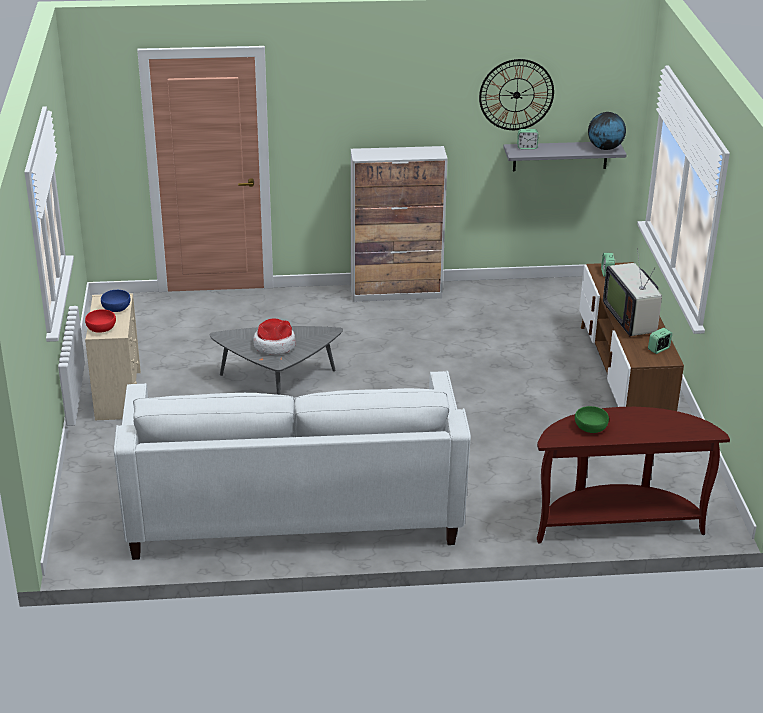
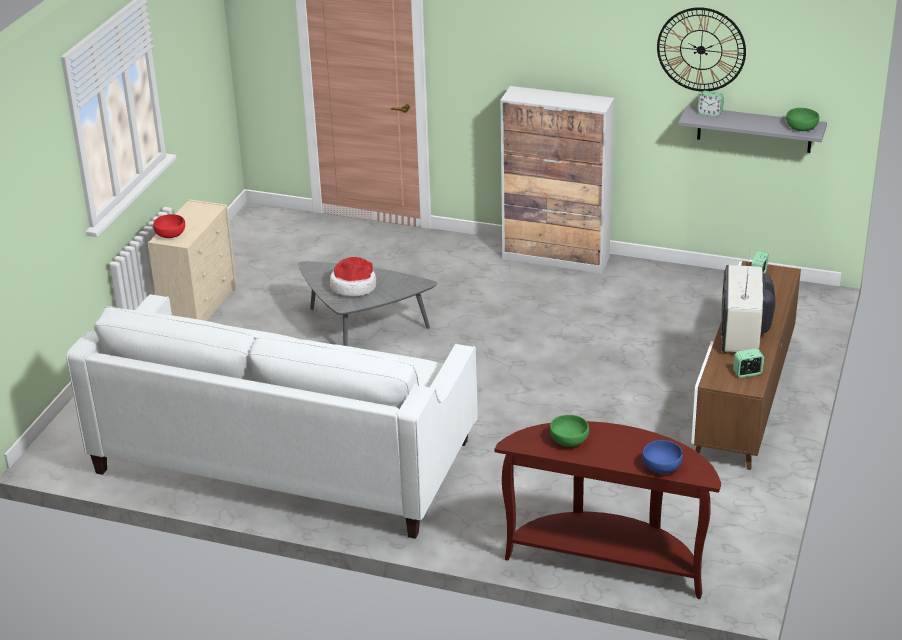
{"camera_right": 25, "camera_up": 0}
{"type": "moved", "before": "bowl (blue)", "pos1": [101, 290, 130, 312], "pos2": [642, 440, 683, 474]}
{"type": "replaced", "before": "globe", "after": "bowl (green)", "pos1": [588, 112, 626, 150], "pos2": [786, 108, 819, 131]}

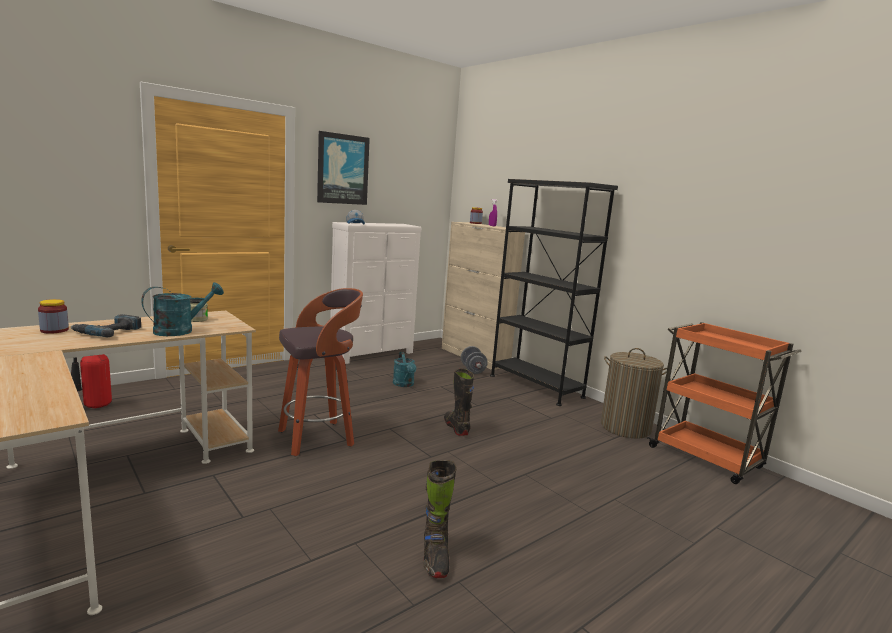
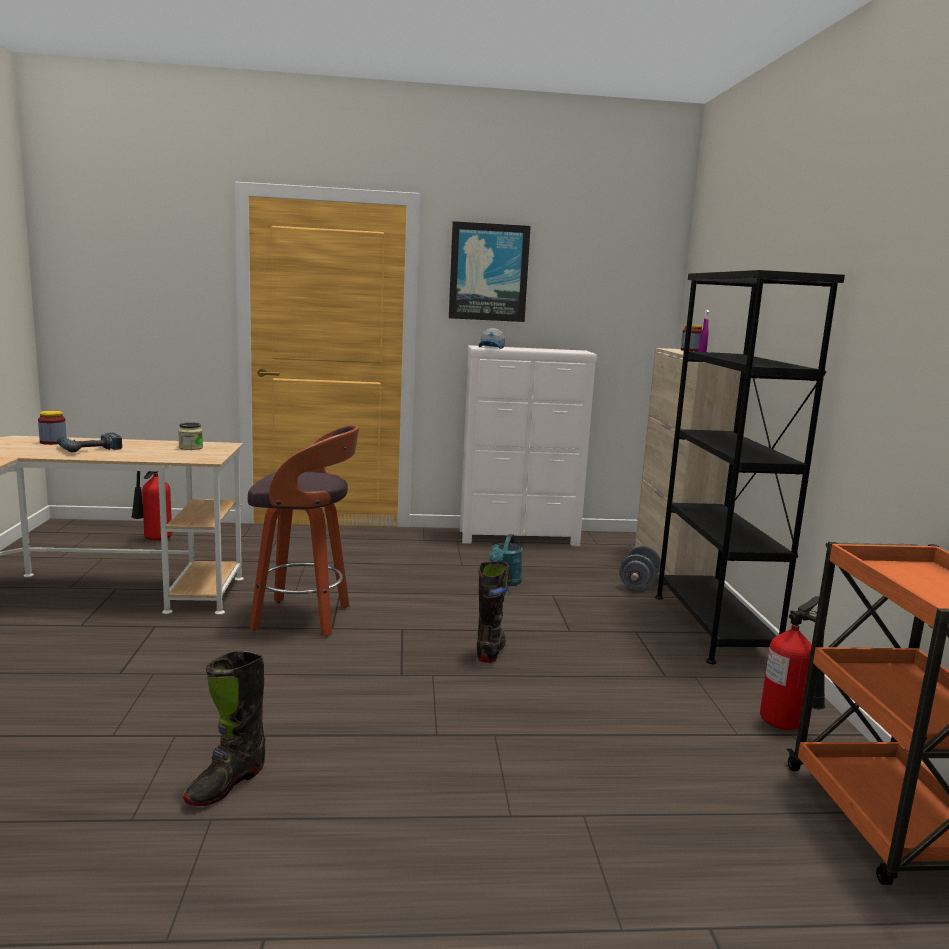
{"camera_right": 35, "camera_up": 0}
{"type": "removed", "before": "watering can (turquoise)", "pos1": [141, 282, 224, 336]}
{"type": "replaced", "before": "laundry basket", "after": "fire extinguisher", "pos1": [601, 348, 667, 439], "pos2": [760, 596, 825, 730]}

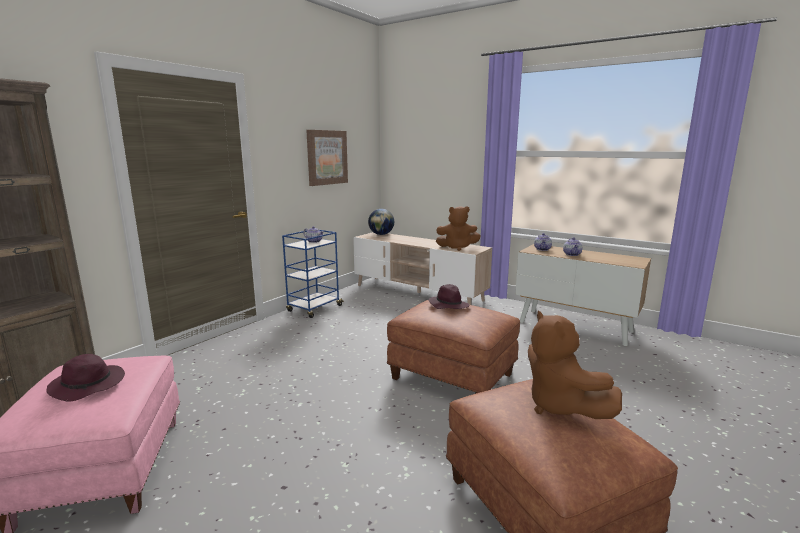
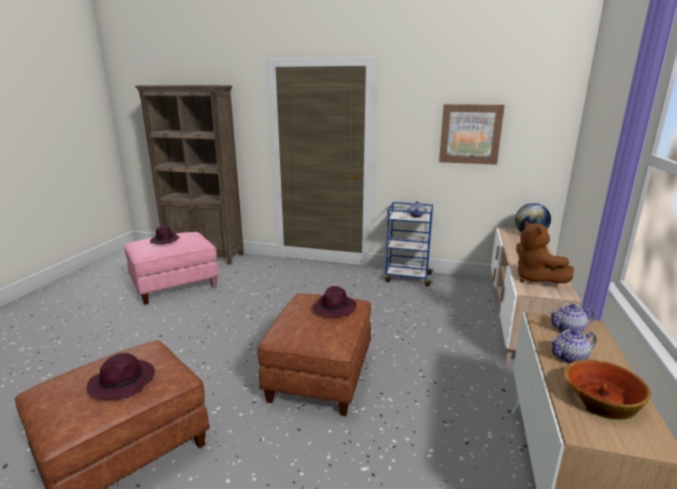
{"camera_right": 70, "camera_up": 5}
{"type": "added", "after": "bowl", "pos2": [564, 359, 651, 421]}
{"type": "replaced", "before": "plush toy (brown)", "after": "hat (purple)", "pos1": [528, 311, 622, 419], "pos2": [87, 353, 155, 400]}

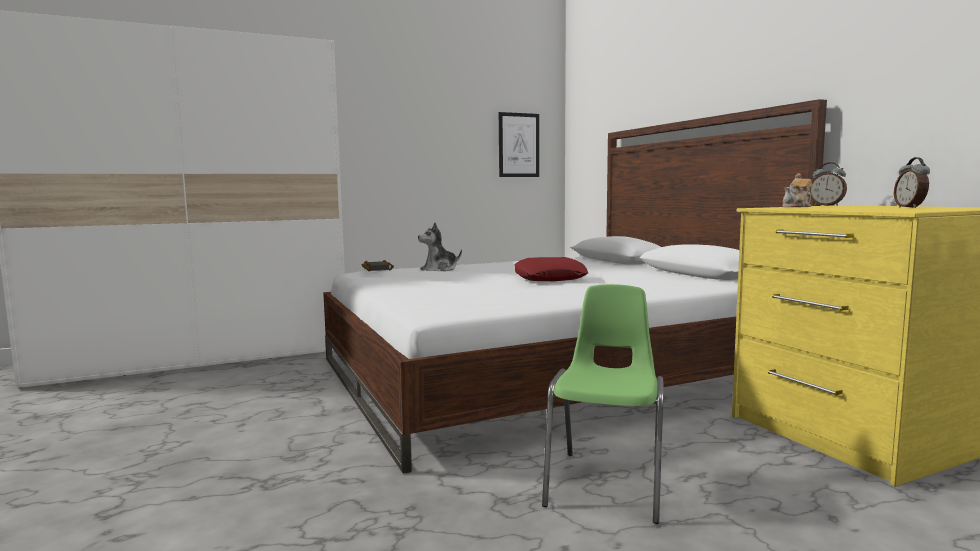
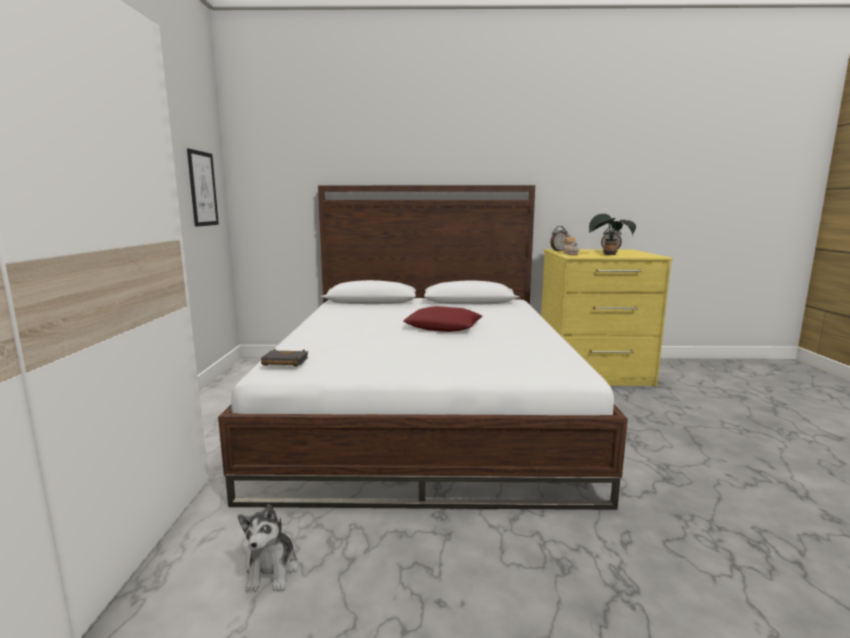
{"camera_right": -65, "camera_up": 5}
{"type": "removed", "before": "chair (green)", "pos1": [542, 284, 664, 524]}
{"type": "added", "after": "potted plant", "pos2": [589, 214, 636, 255]}
{"type": "moved", "before": "plush toy", "pos1": [418, 222, 462, 271], "pos2": [238, 504, 298, 592]}

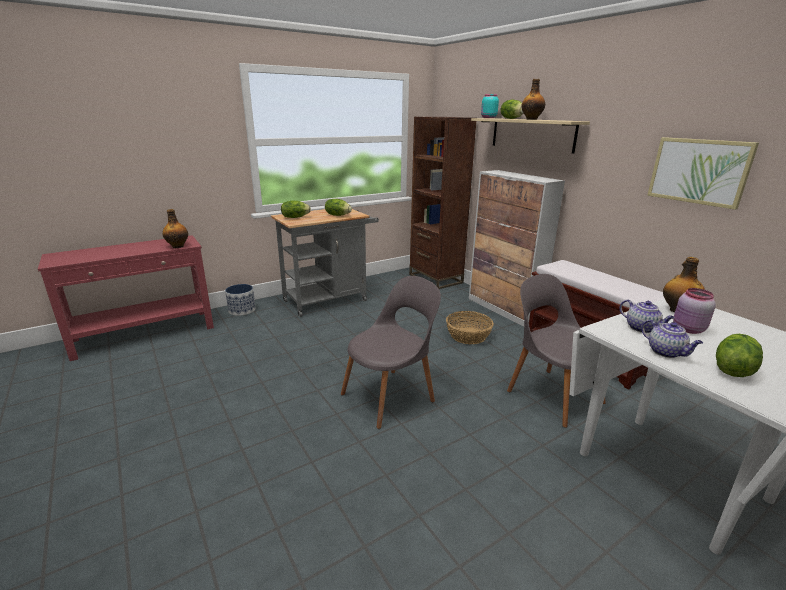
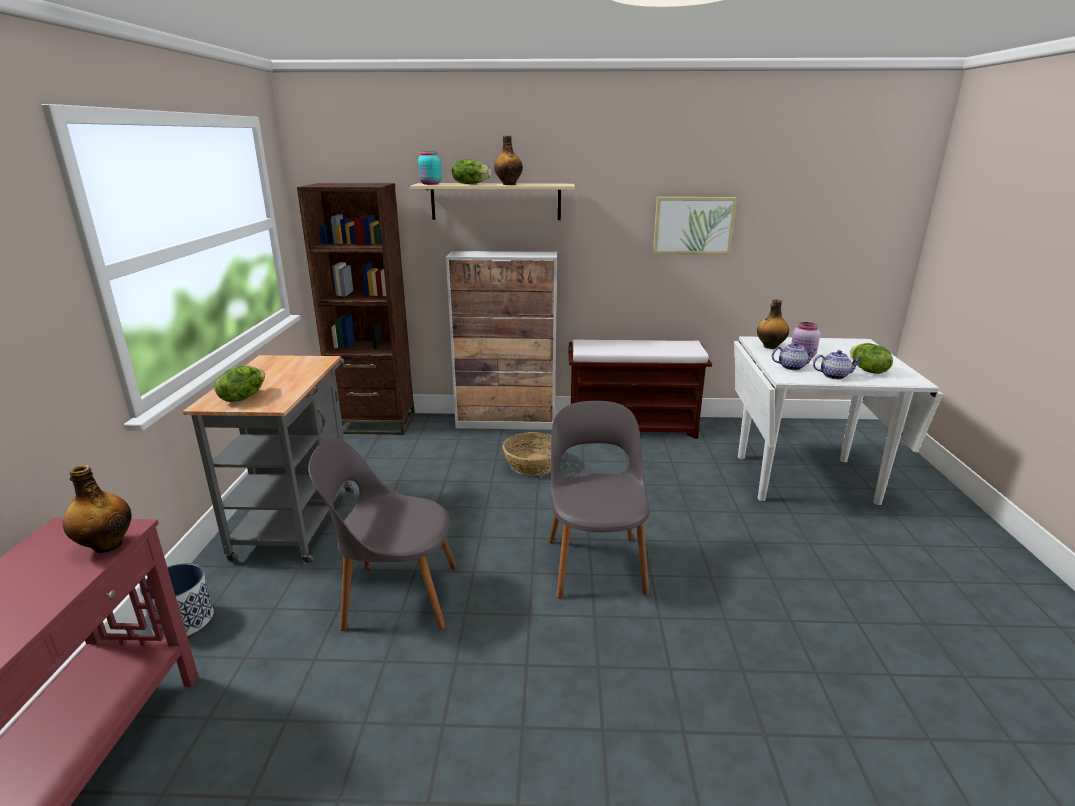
{"camera_right": -55, "camera_up": 0}
{"type": "removed", "before": "lettuce", "pos1": [325, 199, 352, 216]}
{"type": "moved", "before": "chair (grey)", "pos1": [507, 274, 605, 428], "pos2": [308, 438, 457, 631]}

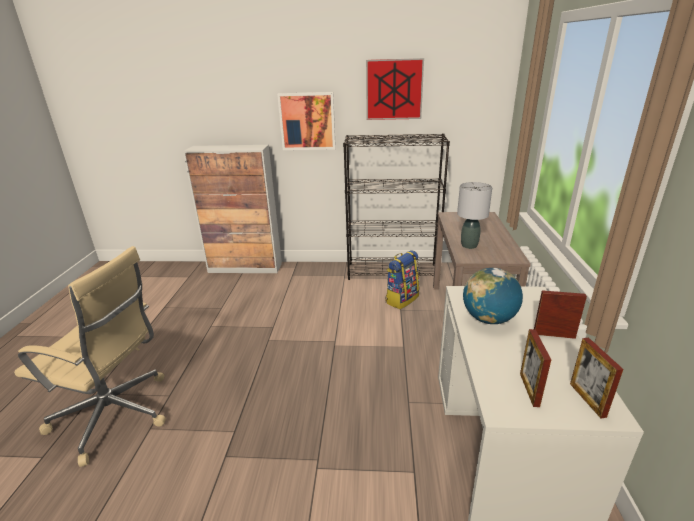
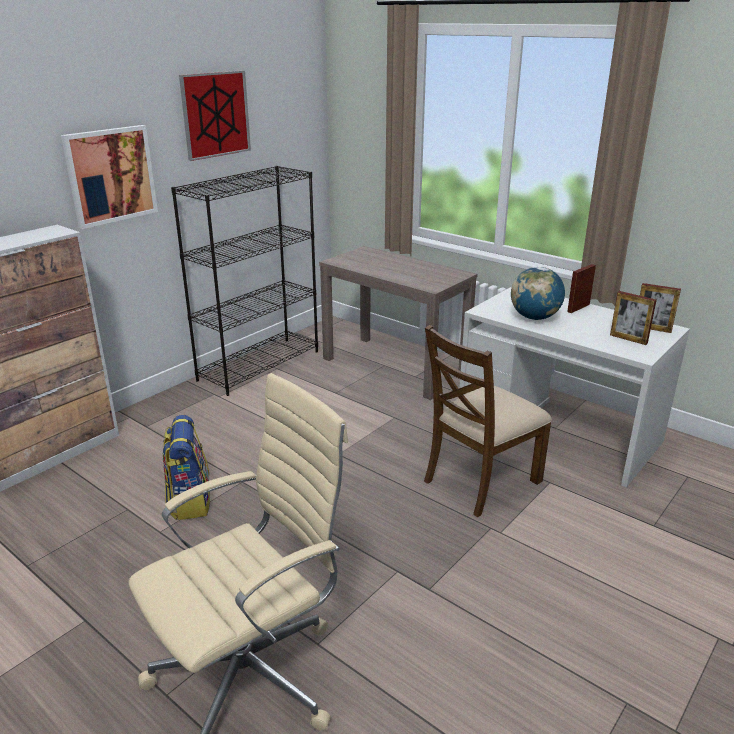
{"camera_right": -55, "camera_up": 0}
{"type": "removed", "before": "table lamp (grey)", "pos1": [457, 182, 492, 249]}
{"type": "added", "after": "chair (brown)", "pos2": [424, 325, 552, 517]}
{"type": "moved", "before": "backpack", "pos1": [385, 250, 420, 309], "pos2": [162, 415, 210, 520]}

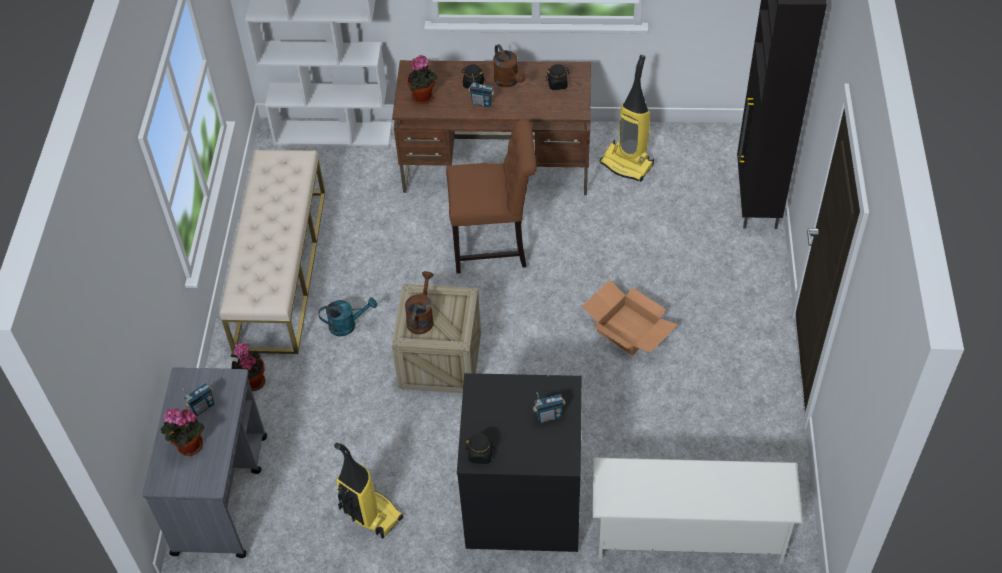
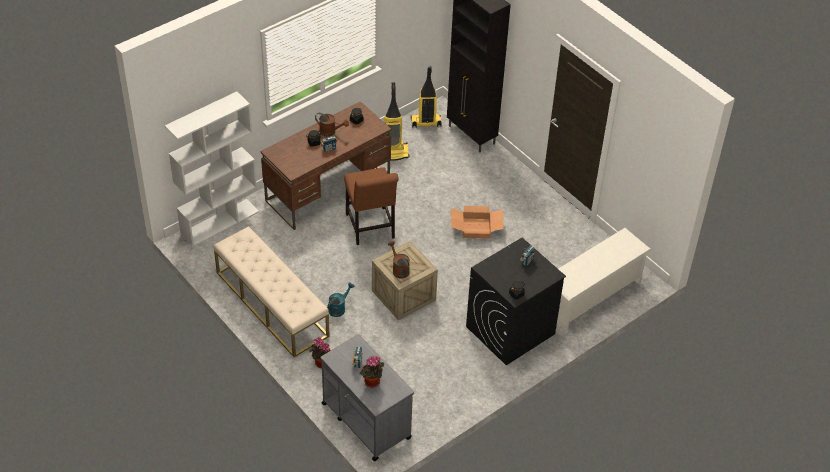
{"camera_right": -45, "camera_up": -5}
{"type": "removed", "before": "potted plant", "pos1": [407, 55, 438, 104]}
{"type": "moved", "before": "vacuum cleaner", "pos1": [334, 443, 403, 539], "pos2": [411, 66, 442, 127]}
{"type": "turned", "before": "chair (brown)", "pos1": [446, 120, 537, 273], "pos2": [344, 167, 399, 245], "turn": 120}

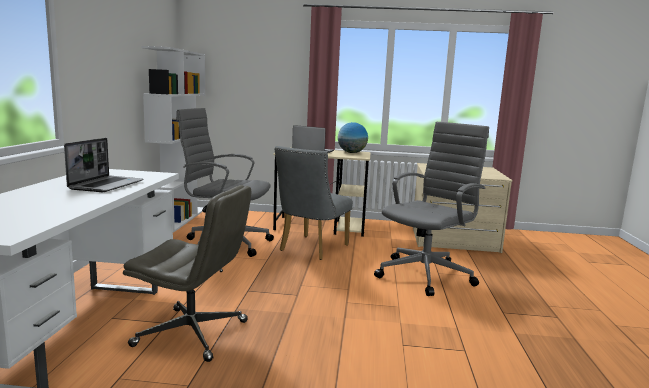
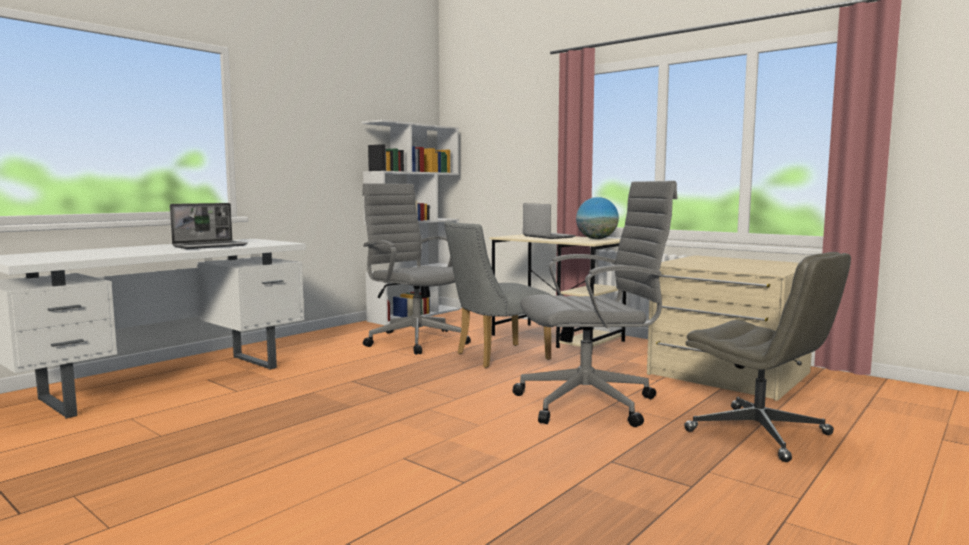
{"camera_right": 35, "camera_up": -5}
{"type": "moved", "before": "office chair (grey)", "pos1": [123, 185, 251, 362], "pos2": [684, 252, 851, 462]}

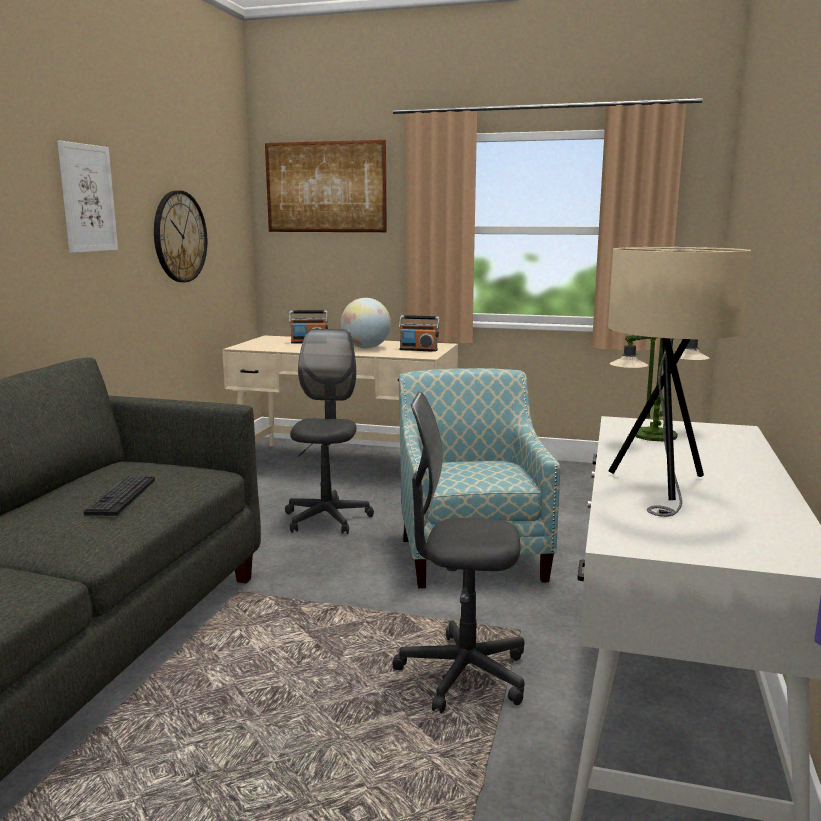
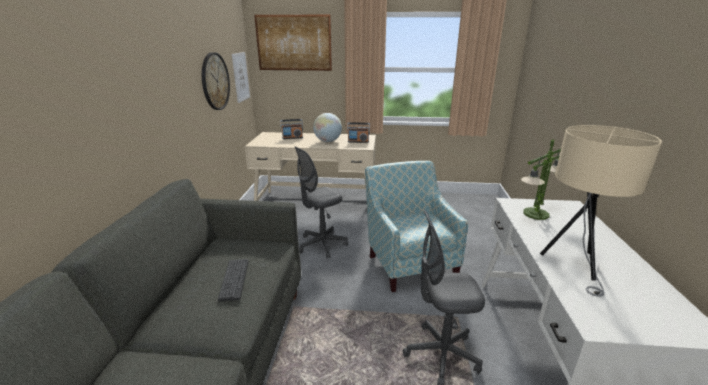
{"camera_right": -10, "camera_up": 10}
{"type": "moved", "before": "picture", "pos1": [57, 141, 118, 253], "pos2": [232, 52, 250, 103]}
{"type": "turned", "before": "office chair (grey)", "pos1": [285, 329, 374, 534], "pos2": [295, 146, 348, 258], "turn": -120}

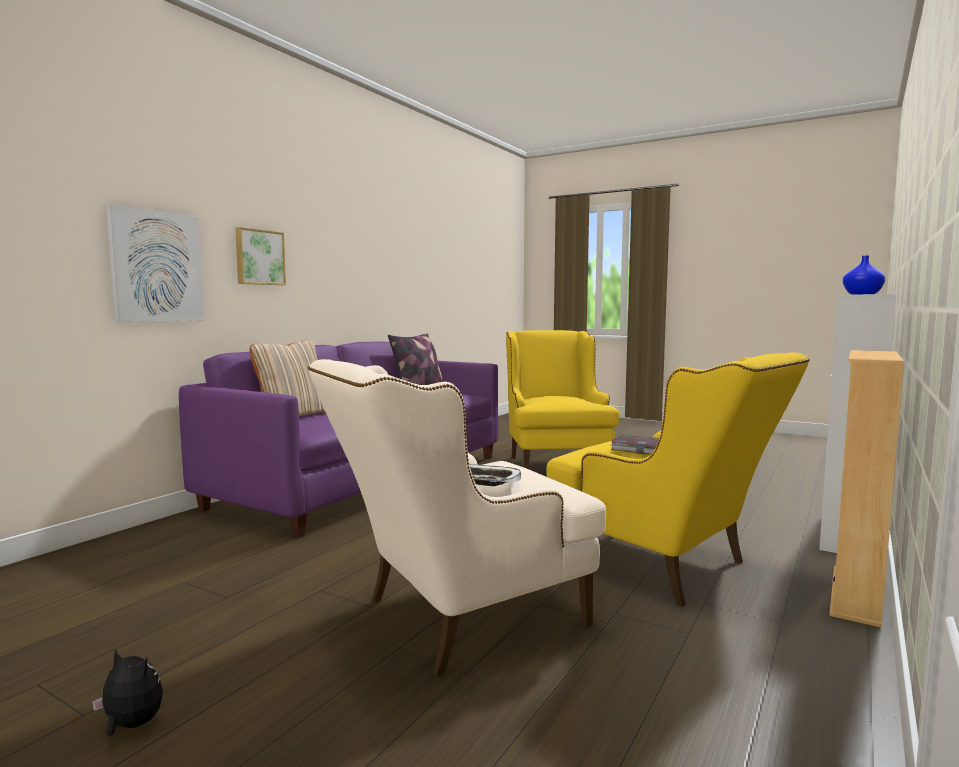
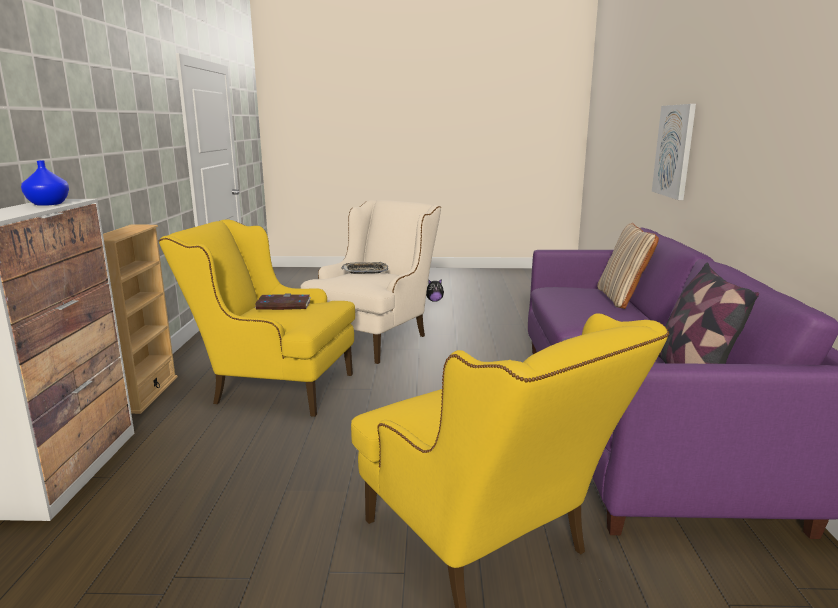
{"camera_right": 150, "camera_up": 10}
{"type": "removed", "before": "picture", "pos1": [235, 227, 286, 285]}

